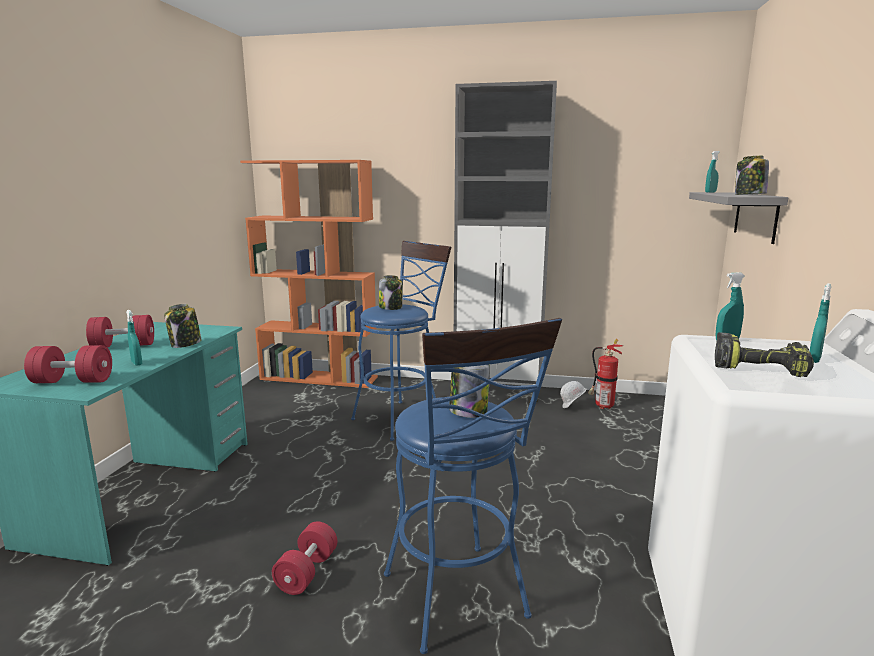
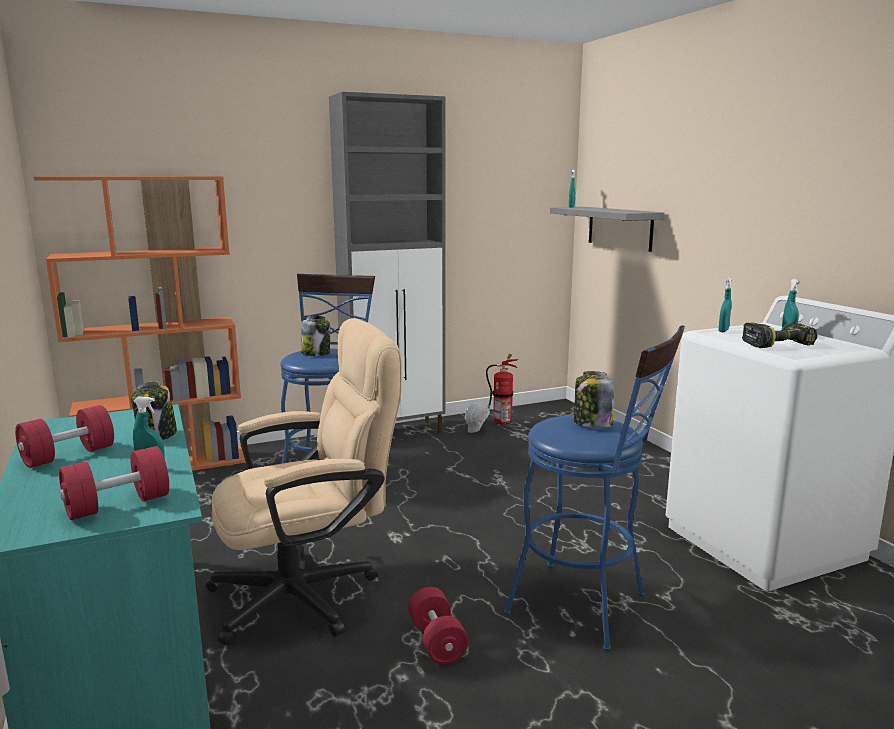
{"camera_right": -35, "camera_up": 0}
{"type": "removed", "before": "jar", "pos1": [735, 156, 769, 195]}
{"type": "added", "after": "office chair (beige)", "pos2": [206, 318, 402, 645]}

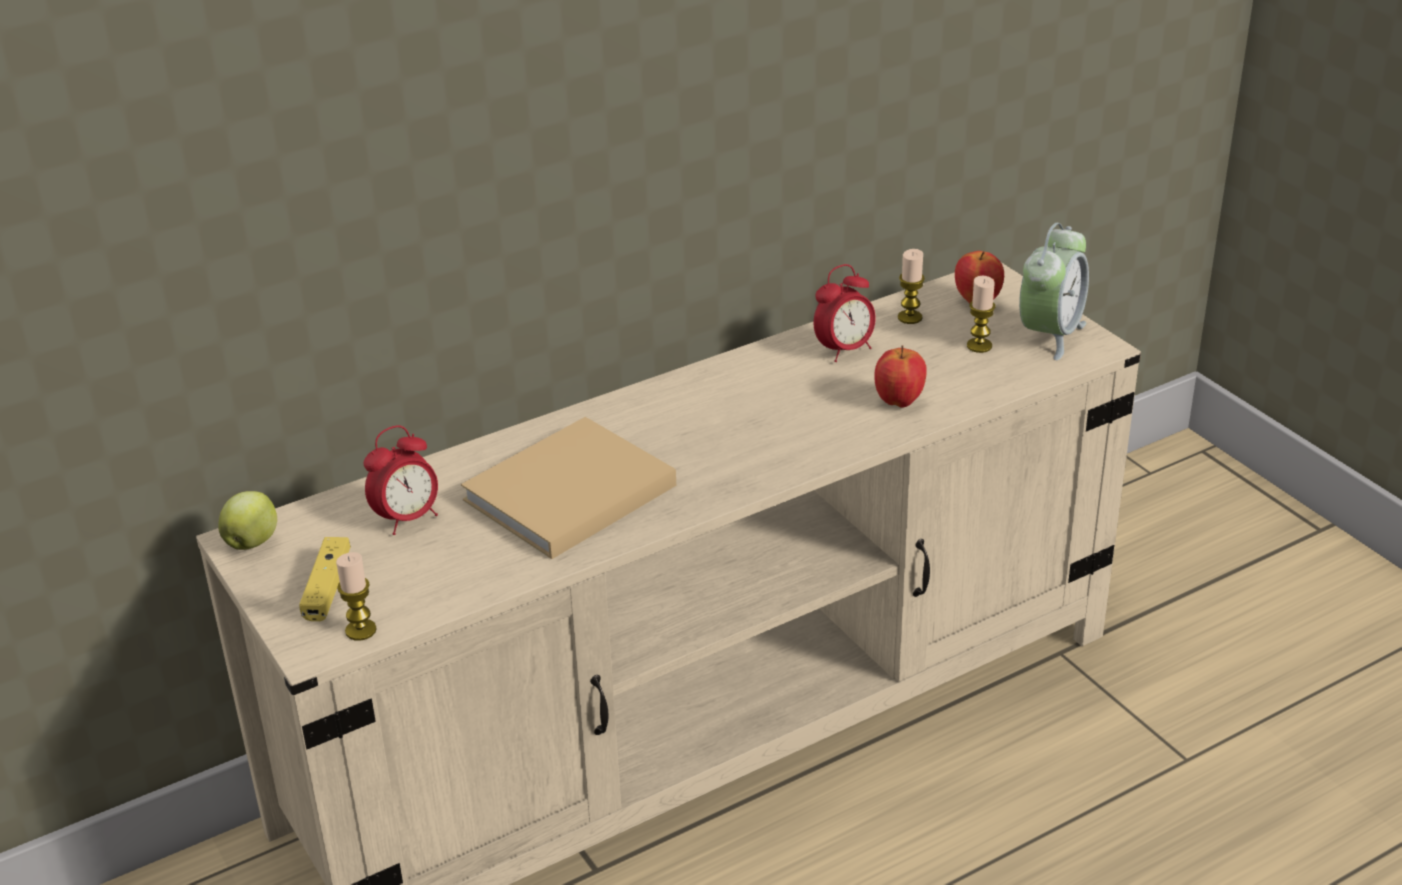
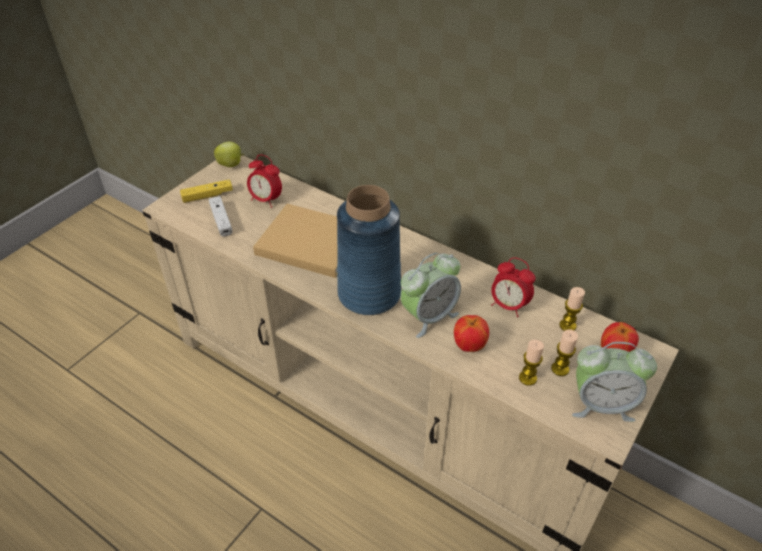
{"camera_right": 65, "camera_up": 10}
{"type": "added", "after": "game controller (white)", "pos2": [209, 196, 232, 236]}
{"type": "added", "after": "vase (blue)", "pos2": [337, 185, 401, 315]}
{"type": "added", "after": "alarm clock", "pos2": [400, 253, 461, 338]}
{"type": "moved", "before": "candle", "pos1": [336, 552, 377, 641], "pos2": [519, 340, 544, 386]}

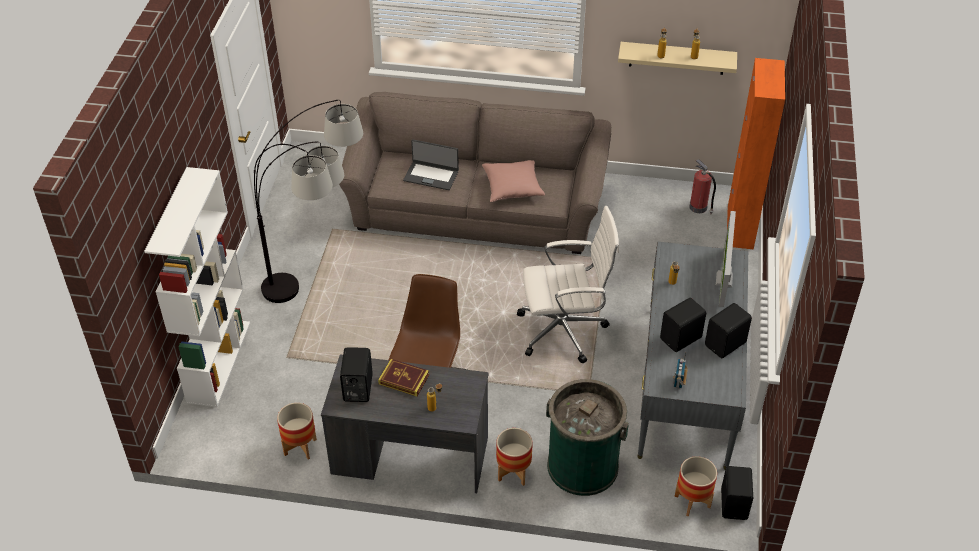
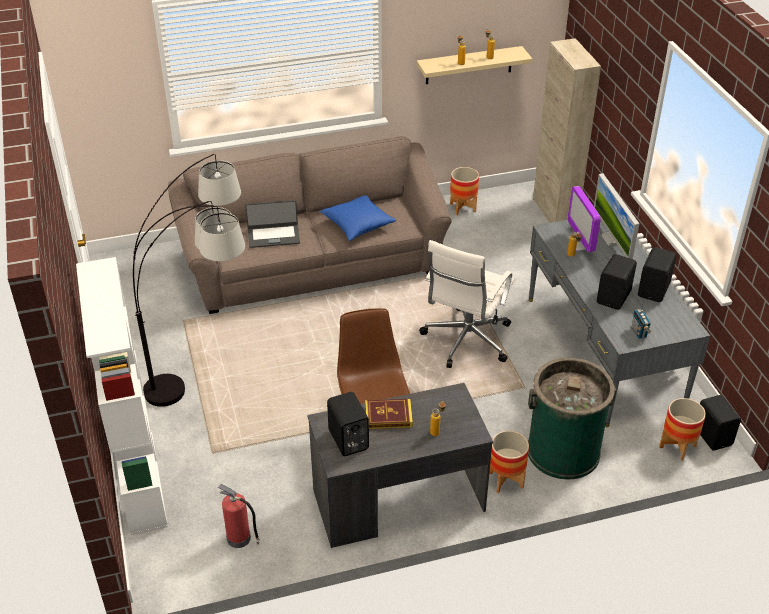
{"camera_right": -25, "camera_up": -5}
{"type": "added", "after": "monitor", "pos2": [568, 186, 601, 252]}
{"type": "moved", "before": "planter", "pos1": [277, 403, 317, 460], "pos2": [450, 167, 479, 215]}
{"type": "moved", "before": "fire extinguisher", "pos1": [689, 159, 716, 214], "pos2": [218, 484, 260, 548]}
{"type": "recoloured", "before": "pillow (pink)", "after": "pillow (blue)", "pos1": [482, 160, 545, 202], "pos2": [320, 195, 396, 241]}
{"type": "recoloured", "before": "cabinet (orange)", "after": "cabinet (beige)", "pos1": [727, 58, 785, 249], "pos2": [533, 38, 601, 223]}
{"type": "turned", "before": "office chair (white)", "pos1": [517, 206, 619, 364], "pos2": [419, 240, 514, 368], "turn": 150}

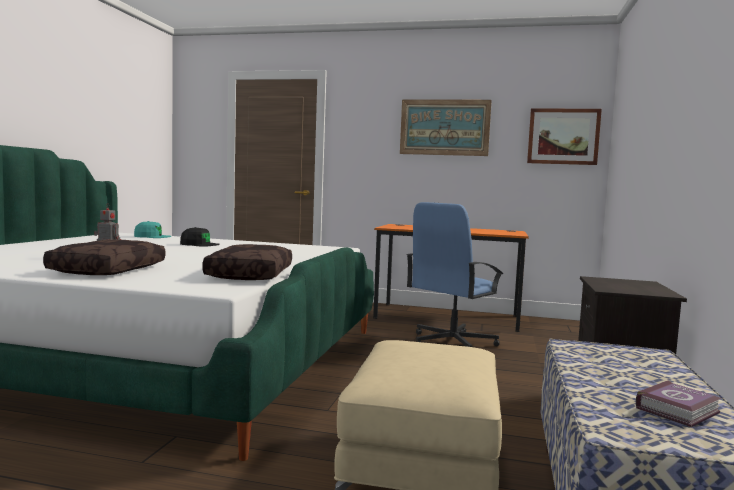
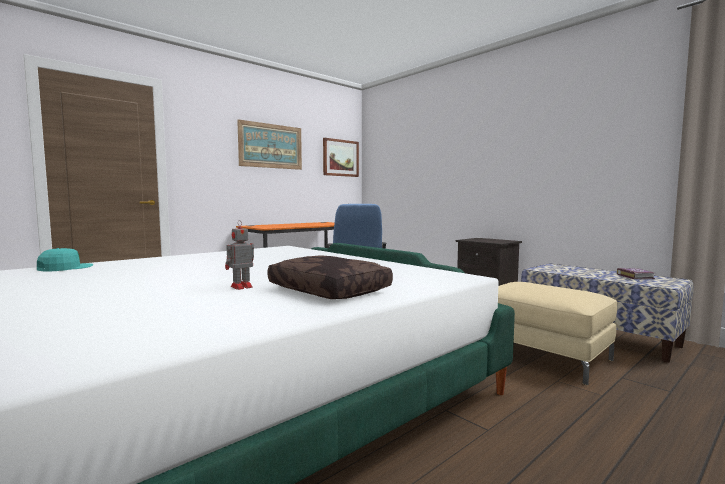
{"camera_right": -55, "camera_up": 0}
{"type": "removed", "before": "cap (black)", "pos1": [180, 227, 220, 247]}
{"type": "removed", "before": "pillow (brown)", "pos1": [202, 244, 292, 280]}

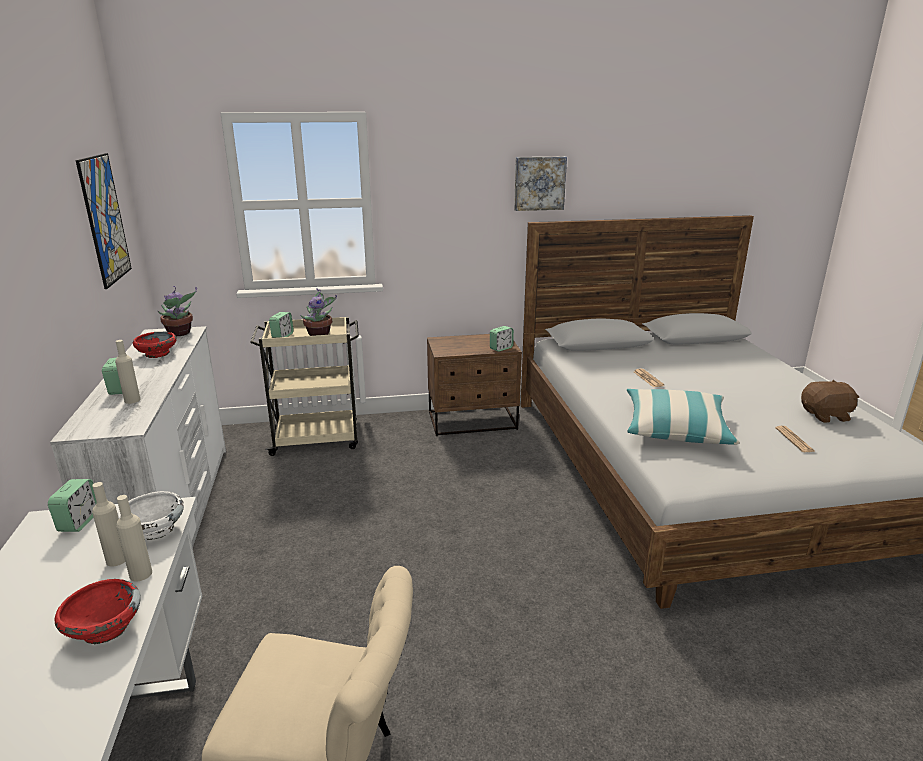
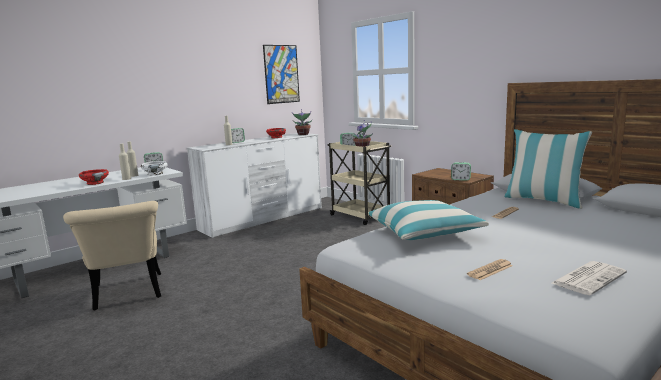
{"camera_right": 60, "camera_up": -10}
{"type": "removed", "before": "picture", "pos1": [514, 156, 567, 211]}
{"type": "added", "after": "pillow", "pos2": [504, 129, 592, 209]}
{"type": "replaced", "before": "plush toy (brown)", "after": "newspaper", "pos1": [801, 380, 859, 423], "pos2": [552, 261, 627, 295]}

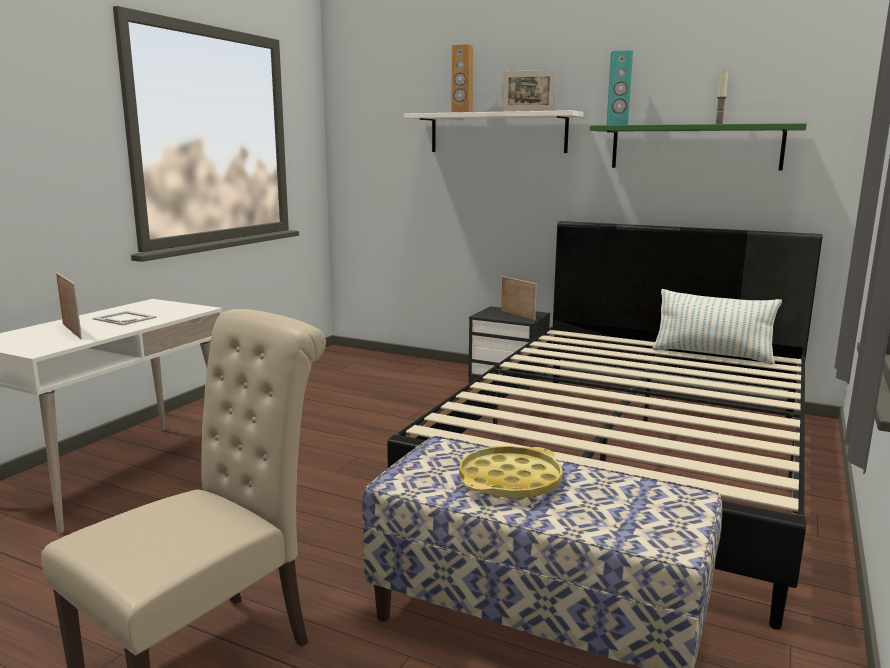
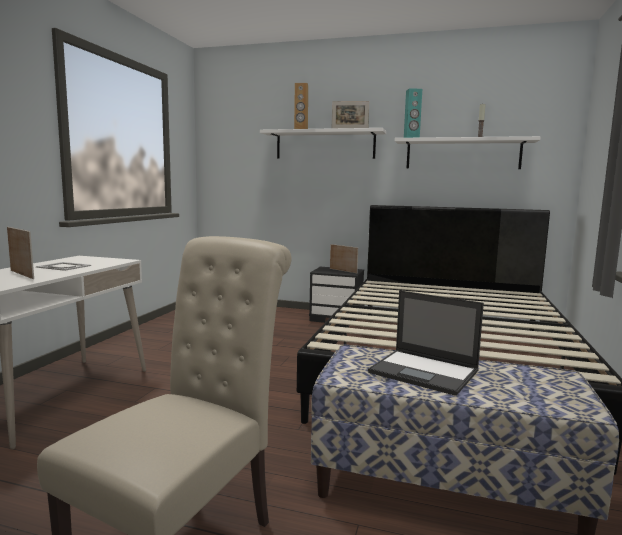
{"camera_right": -10, "camera_up": -5}
{"type": "removed", "before": "pillow", "pos1": [652, 289, 782, 365]}
{"type": "replaced", "before": "tray (yellow)", "after": "laptop", "pos1": [459, 446, 563, 501], "pos2": [368, 290, 484, 396]}
{"type": "recoloured", "before": "shelf (green)", "after": "shelf (white)", "pos1": [590, 123, 807, 170], "pos2": [395, 136, 541, 169]}

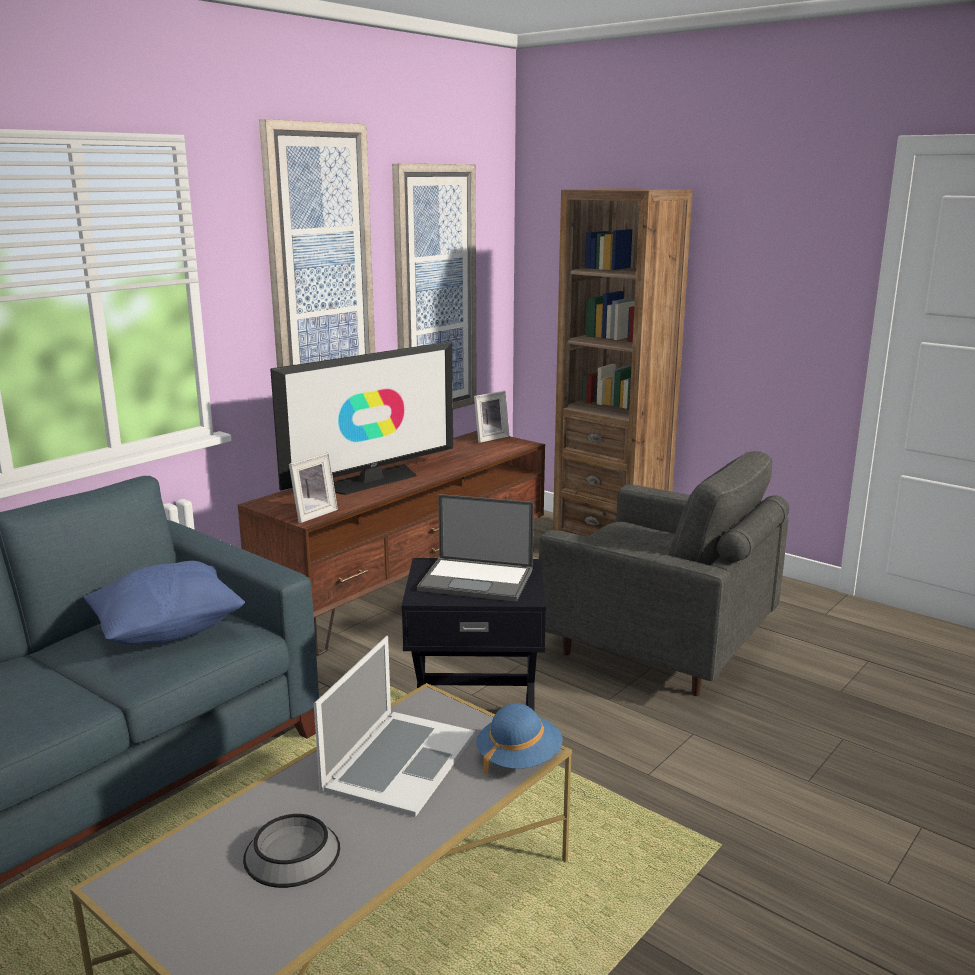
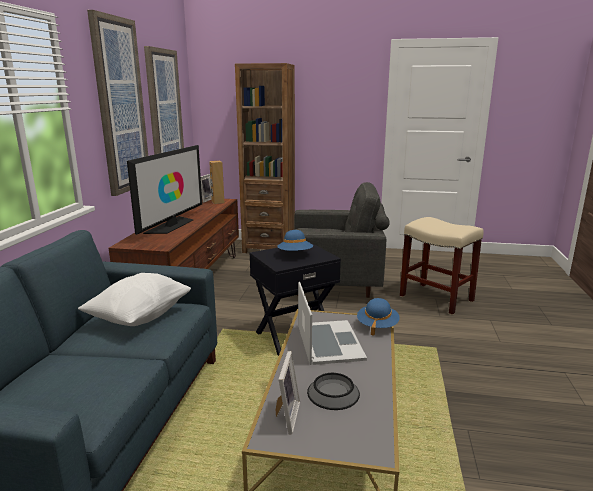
{"camera_right": -30, "camera_up": 0}
{"type": "added", "after": "speaker (brown)", "pos2": [209, 161, 224, 204]}
{"type": "added", "after": "stool (beige)", "pos2": [400, 217, 484, 315]}
{"type": "moved", "before": "picture frame", "pos1": [289, 453, 338, 523], "pos2": [276, 351, 300, 434]}
{"type": "replaced", "before": "laptop", "after": "hat (blue)", "pos1": [417, 494, 534, 602], "pos2": [277, 230, 313, 251]}
{"type": "recoloured", "before": "pillow (blue)", "after": "pillow (white)", "pos1": [84, 561, 245, 645], "pos2": [78, 273, 191, 326]}

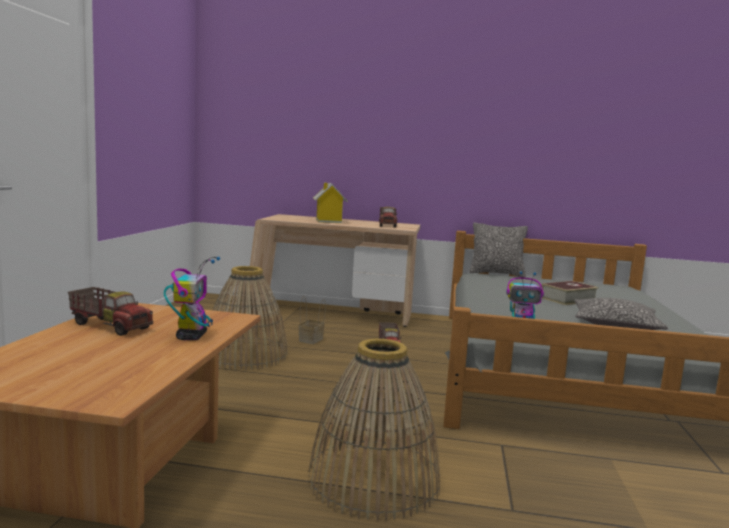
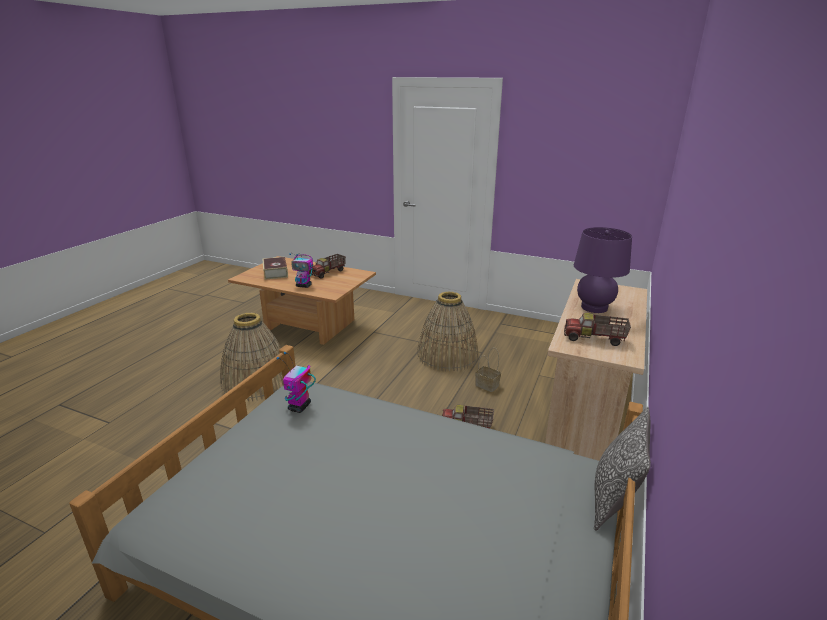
{"camera_right": 105, "camera_up": 15}
{"type": "removed", "before": "pillow", "pos1": [574, 298, 668, 330]}
{"type": "moved", "before": "book", "pos1": [542, 281, 599, 305], "pos2": [262, 257, 288, 280]}
{"type": "replaced", "before": "toy house", "after": "table lamp (purple)", "pos1": [313, 183, 348, 223], "pos2": [574, 227, 632, 313]}

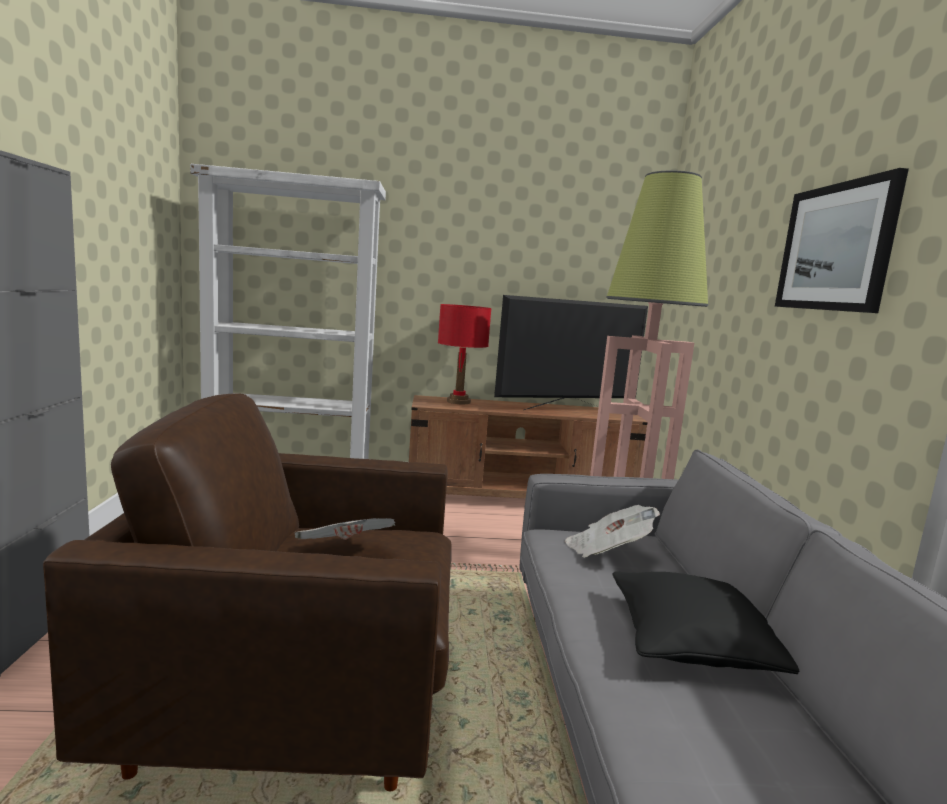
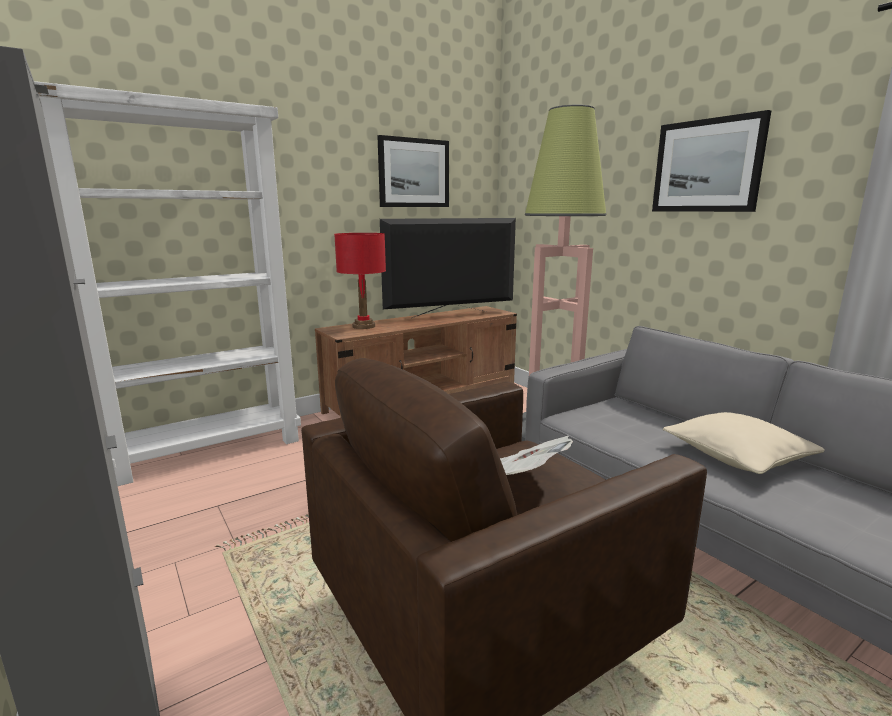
{"camera_right": -30, "camera_up": 5}
{"type": "removed", "before": "newspaper", "pos1": [565, 505, 660, 558]}
{"type": "added", "after": "picture", "pos2": [377, 135, 449, 207]}
{"type": "recoloured", "before": "pillow (black)", "after": "pillow (beige)", "pos1": [612, 571, 799, 674], "pos2": [663, 412, 825, 474]}
{"type": "turned", "before": "television", "pos1": [494, 295, 648, 410], "pos2": [380, 218, 516, 318], "turn": -150}

